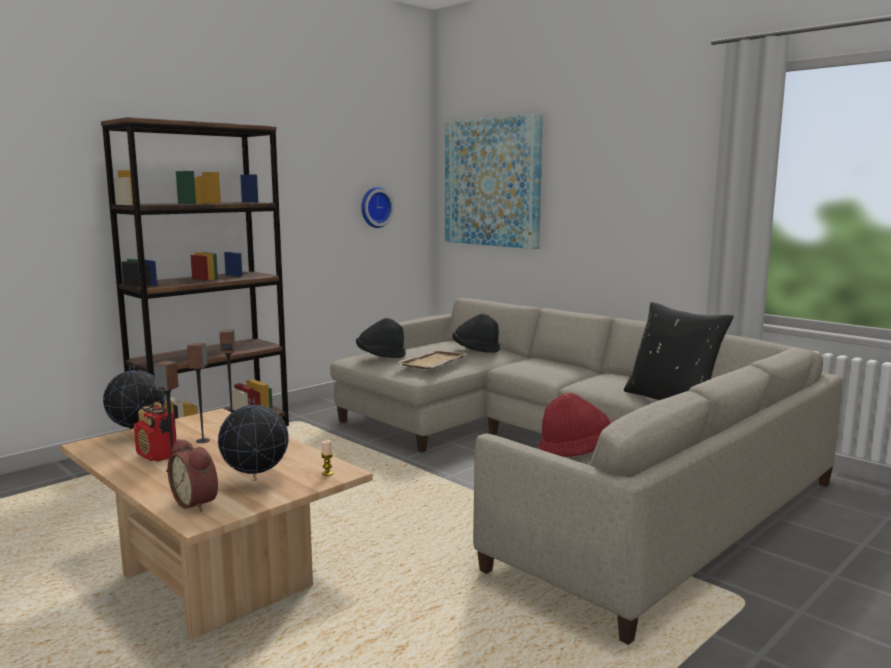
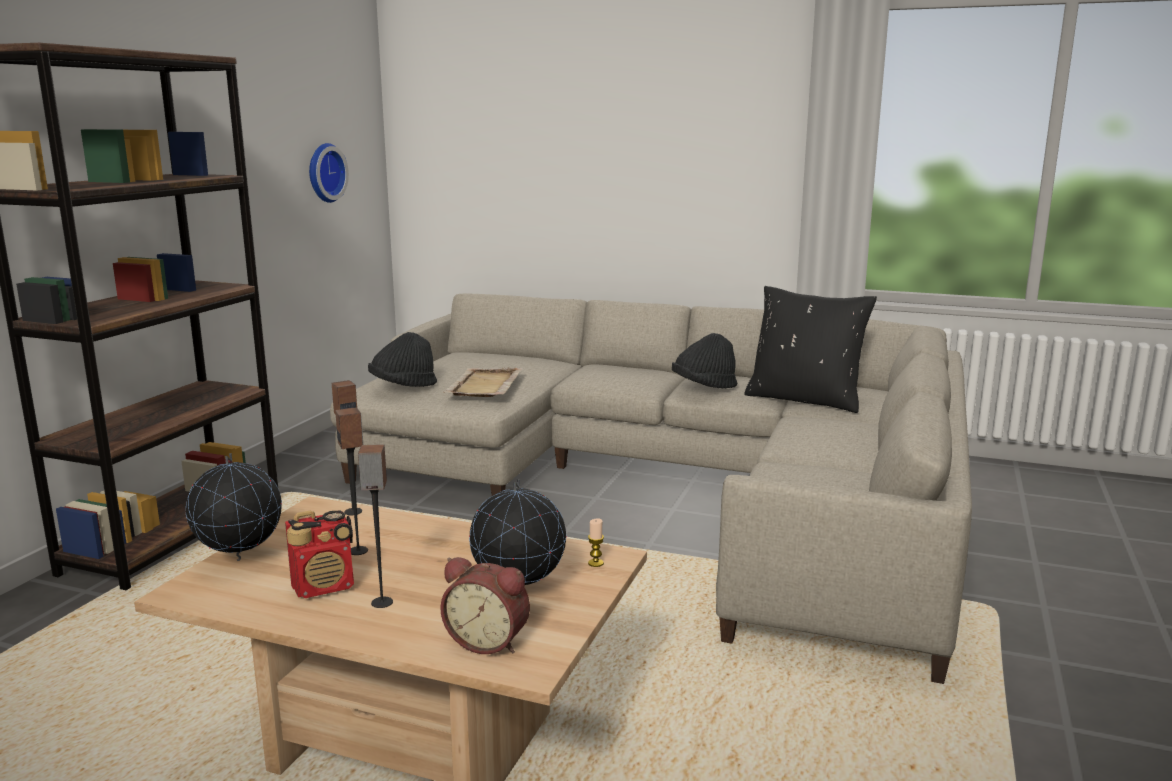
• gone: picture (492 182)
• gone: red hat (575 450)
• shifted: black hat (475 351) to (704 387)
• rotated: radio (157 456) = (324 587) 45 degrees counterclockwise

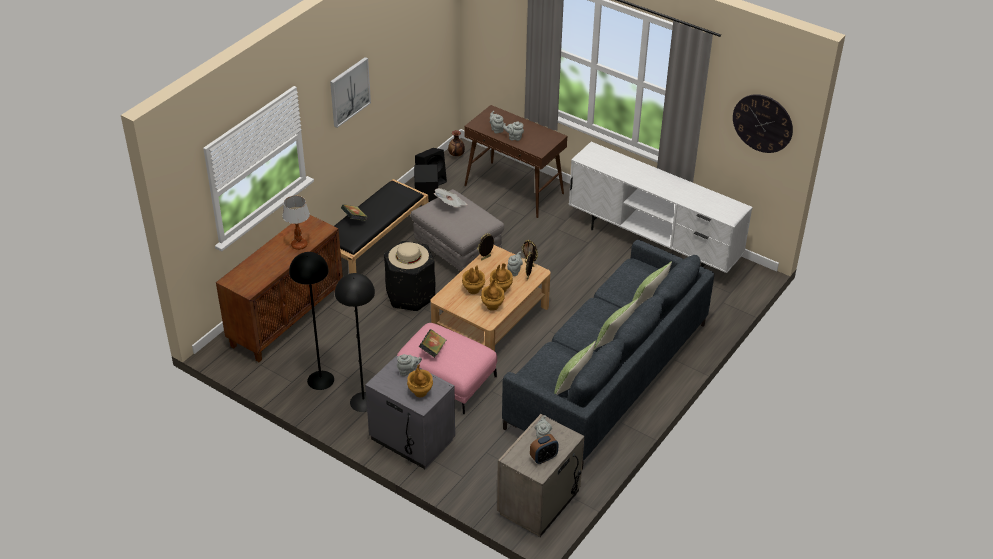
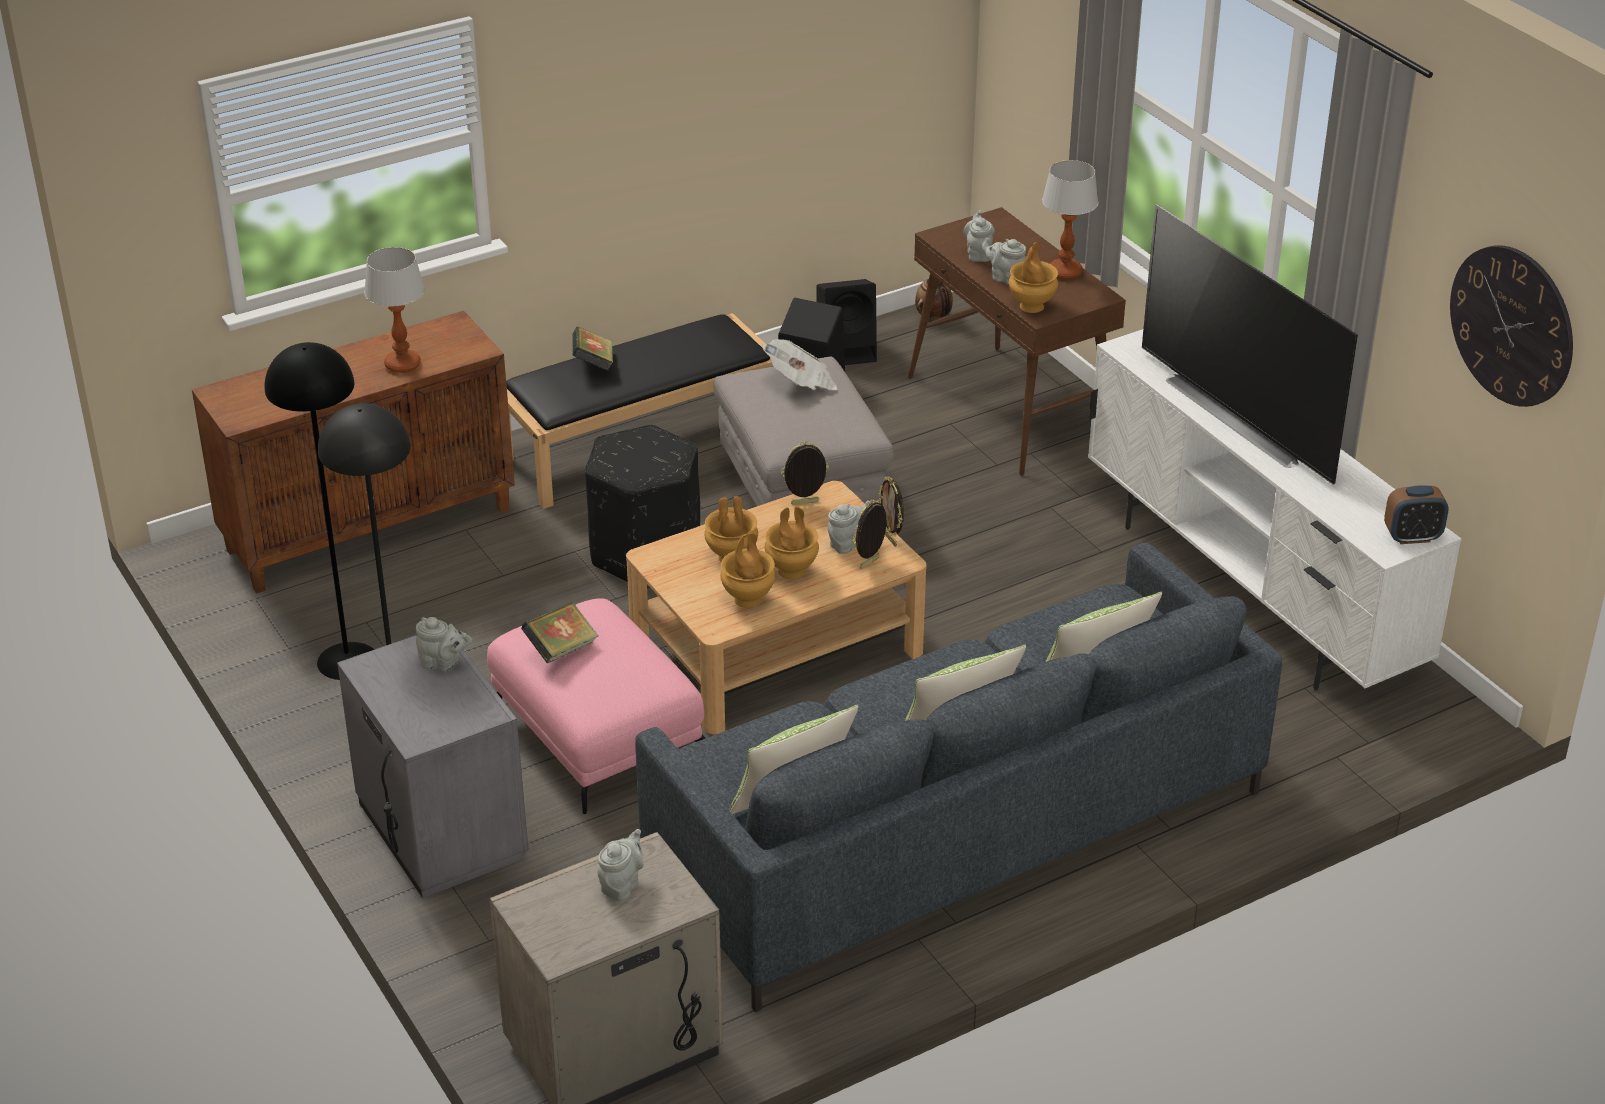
• gone: picture (349 91)
• gone: beige hat (408 256)
• new: table lamp (1064 272)
• new: television (1243 415)
• shifted: brown vase (420 392) to (1031 306)
• shifted: alarm clock (543 458) to (1412 537)

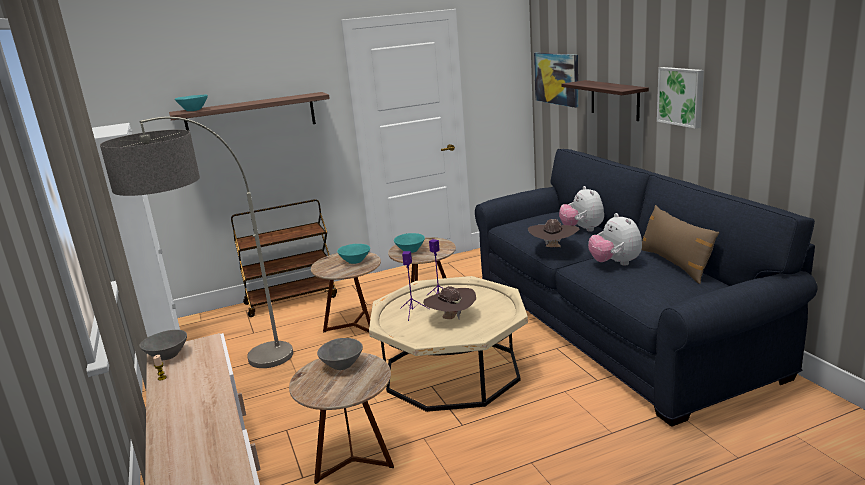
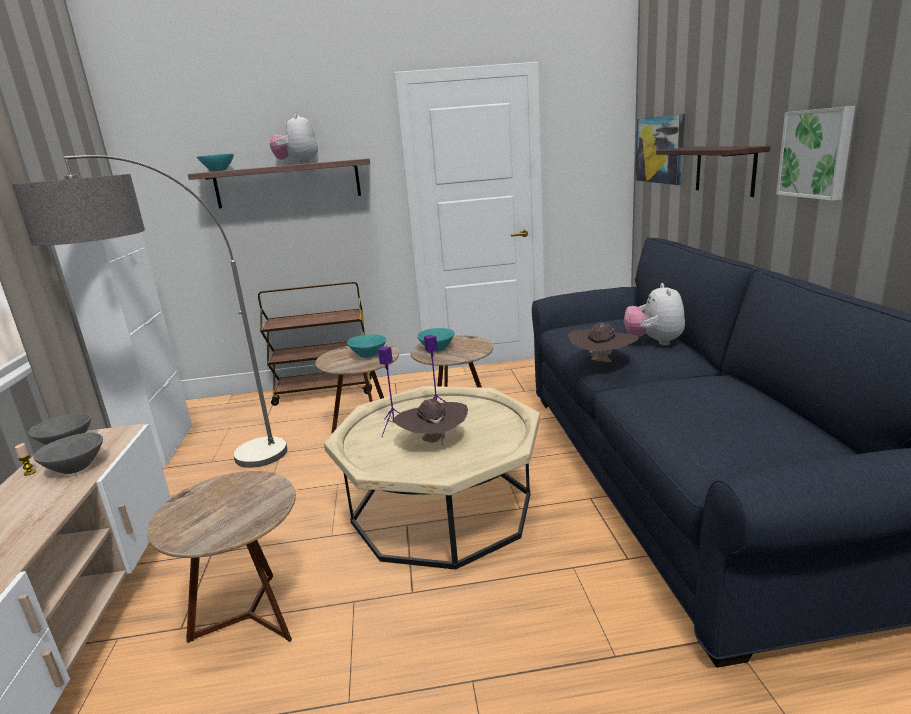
• gone: brown pillow (675 264)
• shifted: grey bowl (343 365) to (77 467)
• shifted: plush toy (615 263) to (298 164)

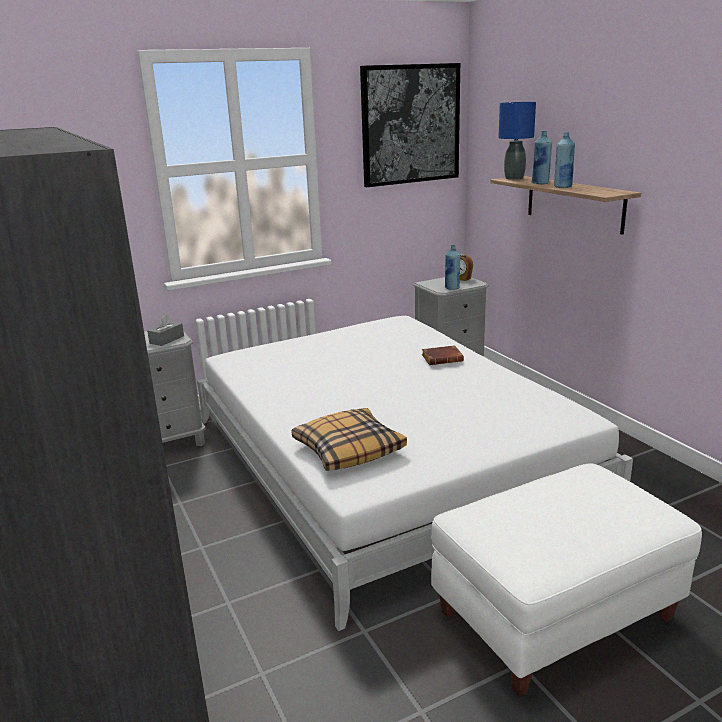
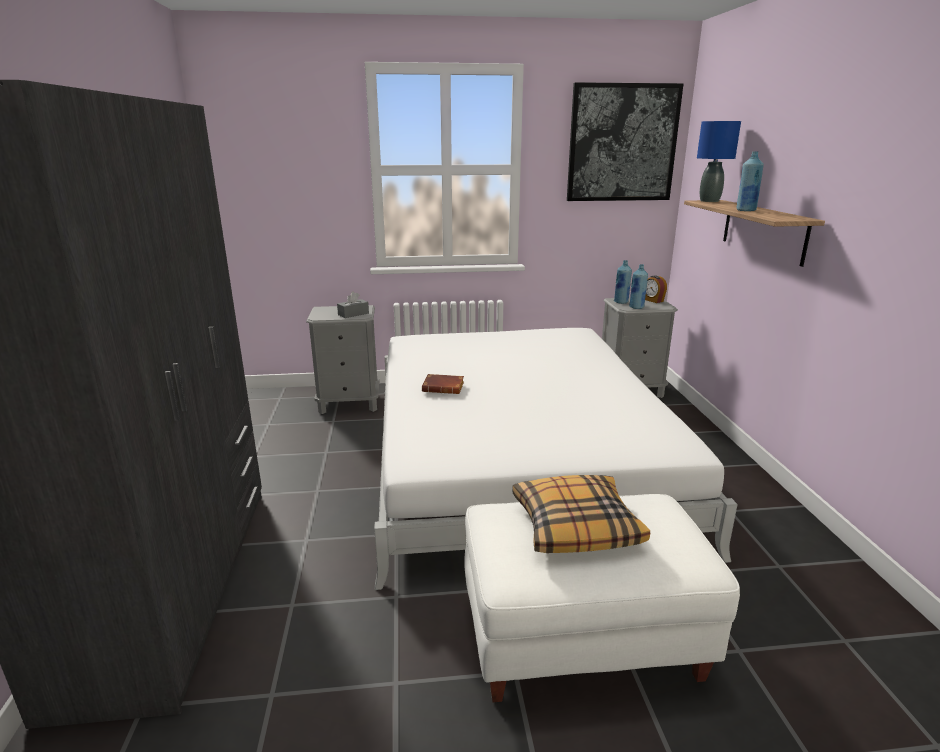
• shifted: pillow (348 449) to (575 525)
• shifted: brown book (443 358) to (444 388)
• shifted: blue bottle (540 183) to (621 302)

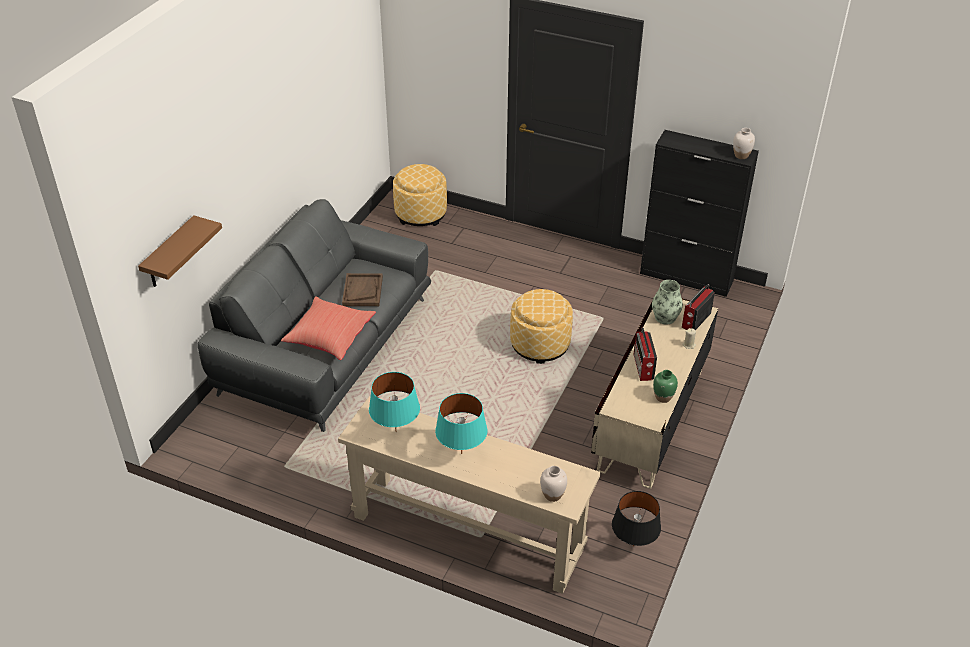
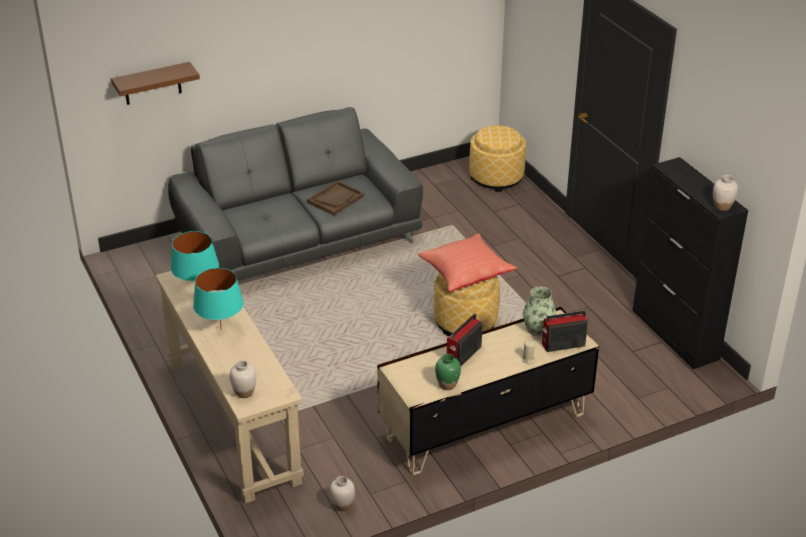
• shifted: red pillow (329 338) to (465 274)
• swapped: black table lamp (633 546) to white vase (342 505)

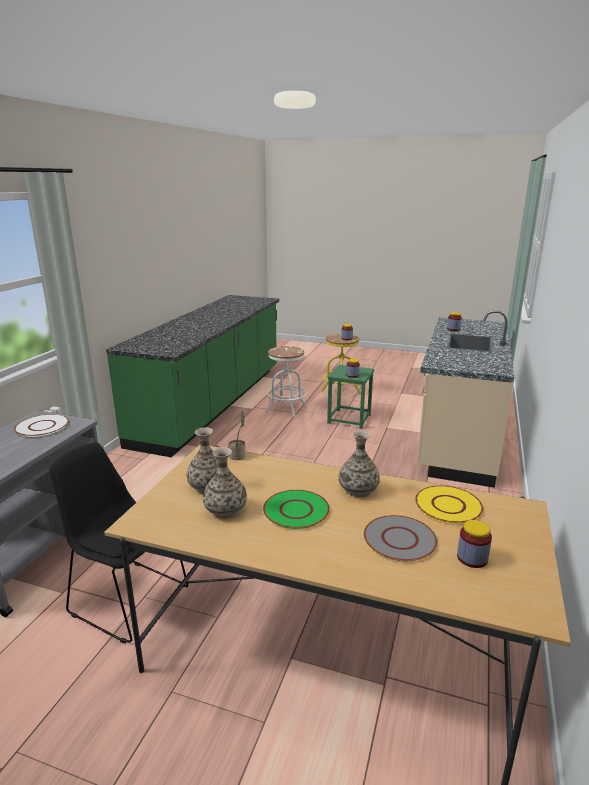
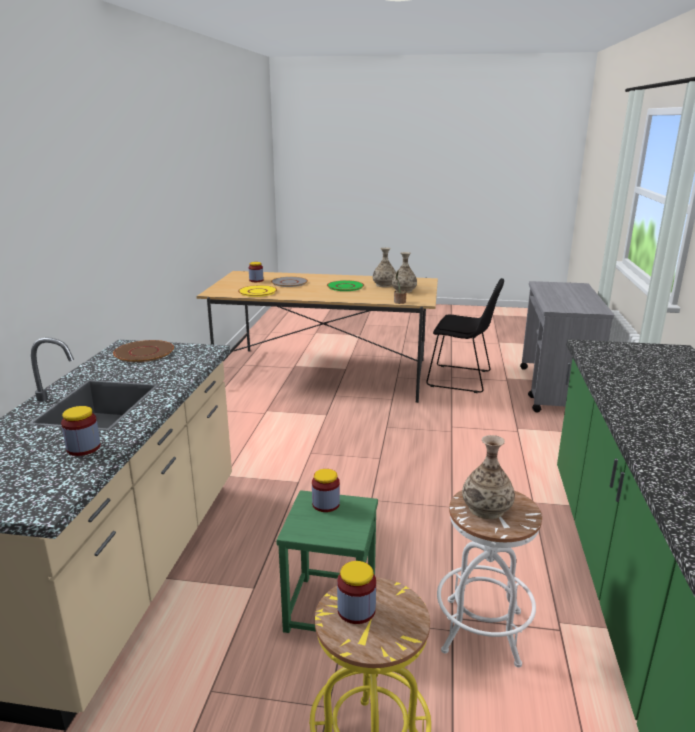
• gone: white plate (42 426)
• new: brown plate (144 352)
• shifted: vase (358 489) to (486 508)

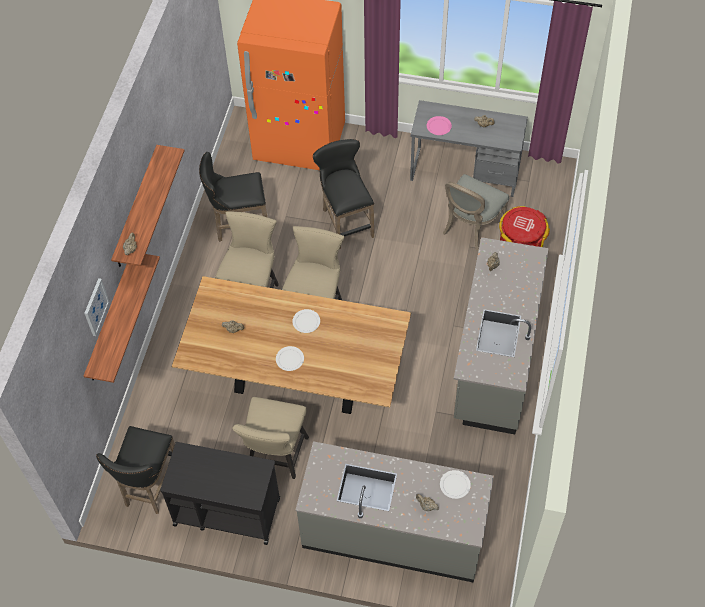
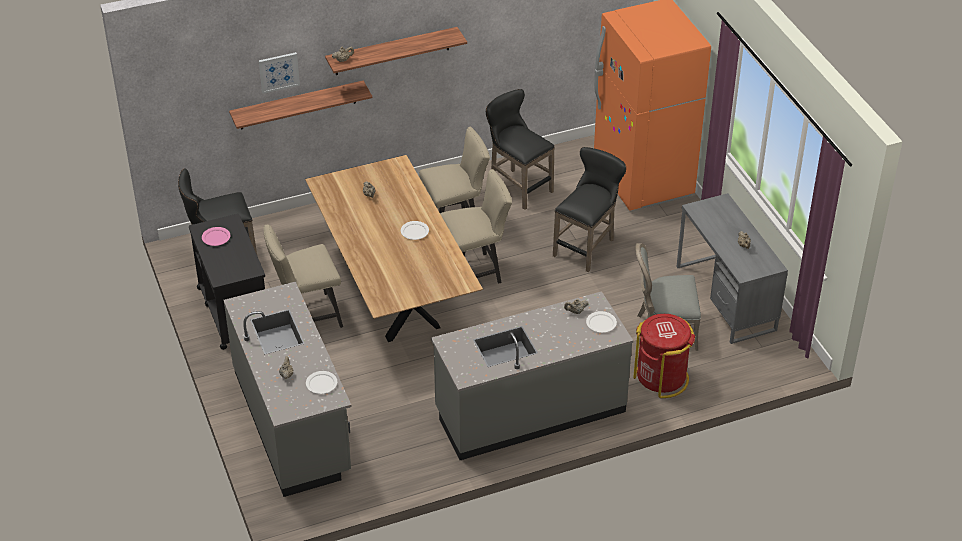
• shifted: white plate (289 359) to (601 323)
• shifted: pink plate (439 126) to (216 238)

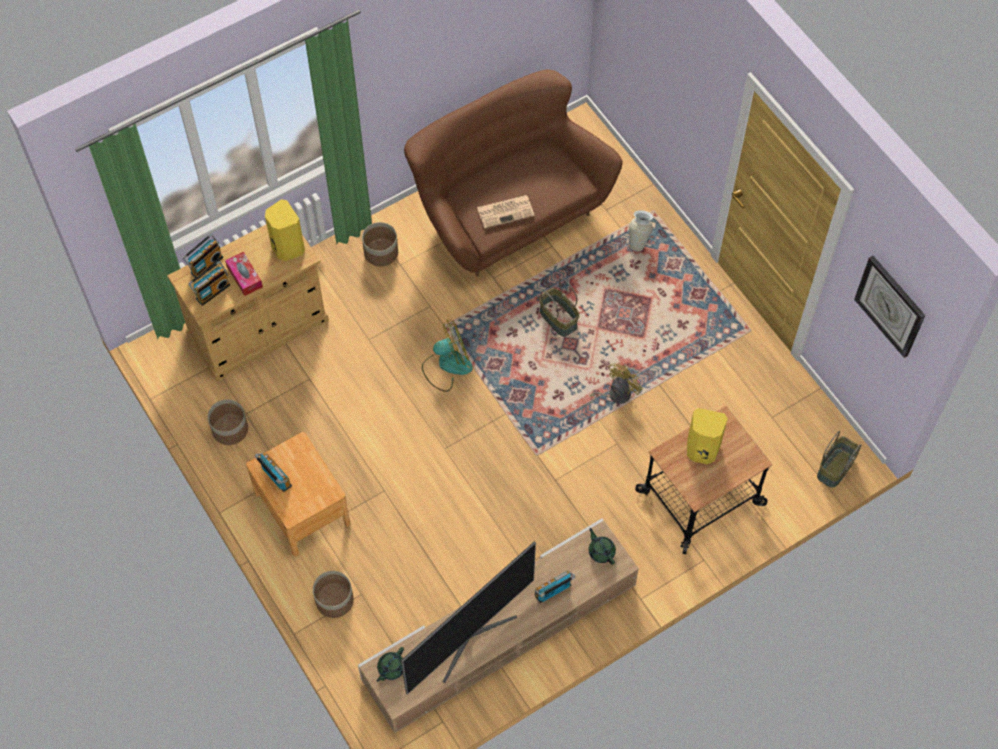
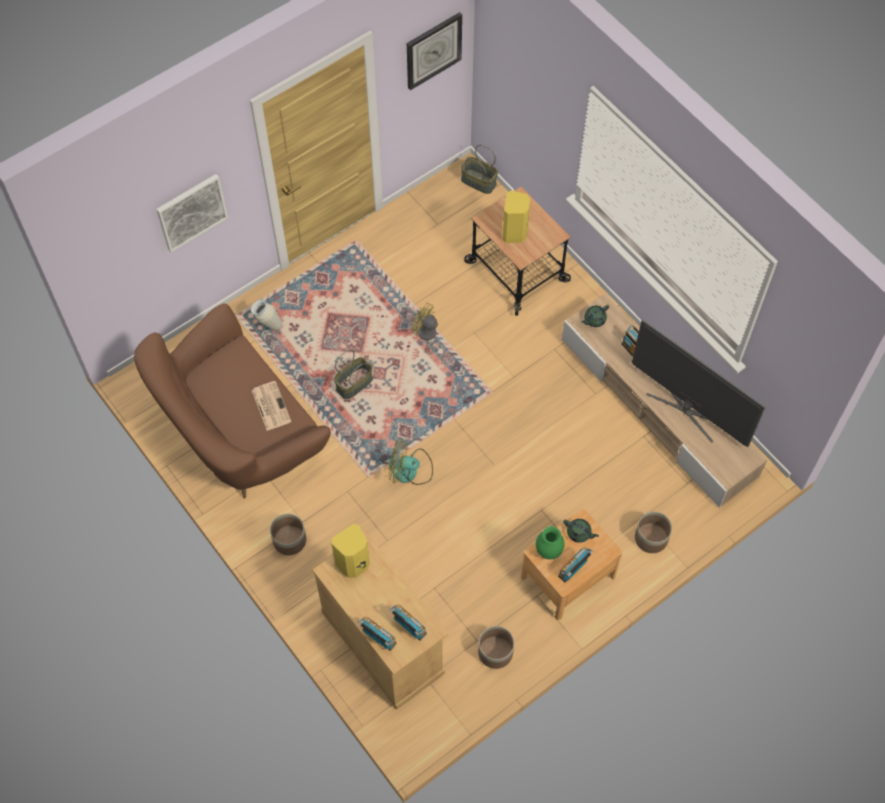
• gone: tissue box (244 277)
• new: picture (191 212)
• new: green vase (548 551)
• shifted: green teapot (391 668) to (579 533)
• rotated: fan (447 365) = (410 470) 60 degrees counterclockwise

